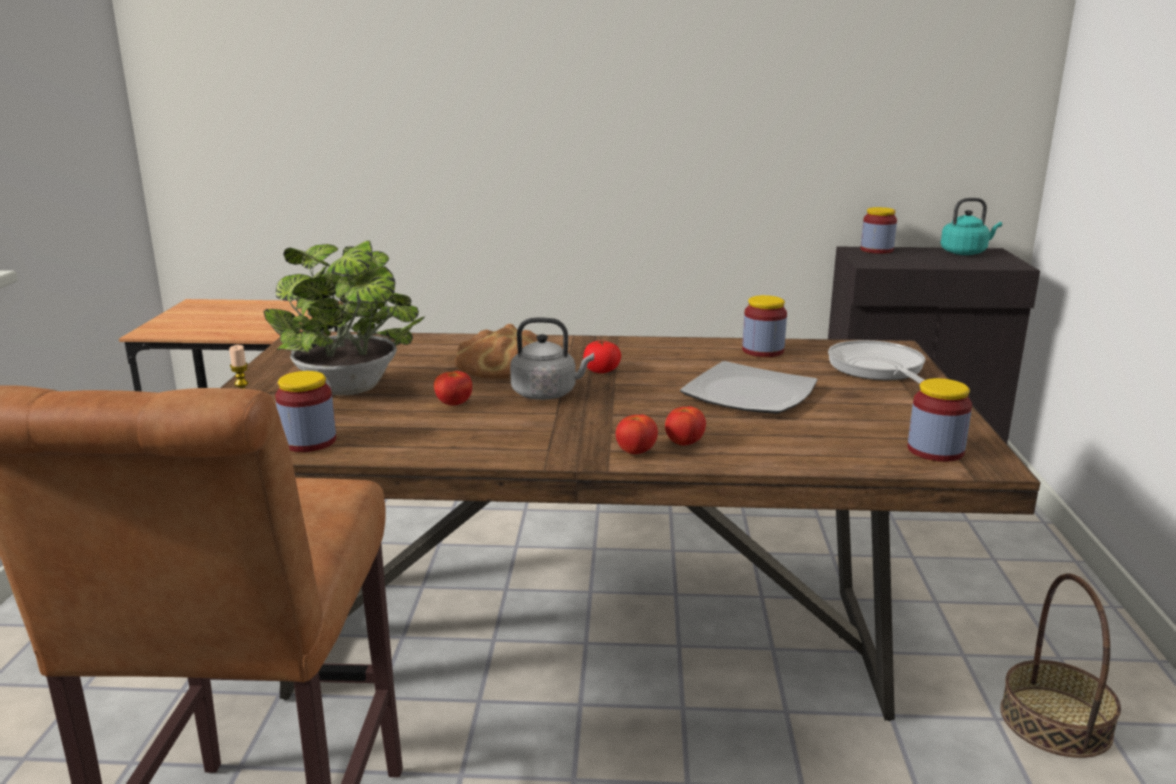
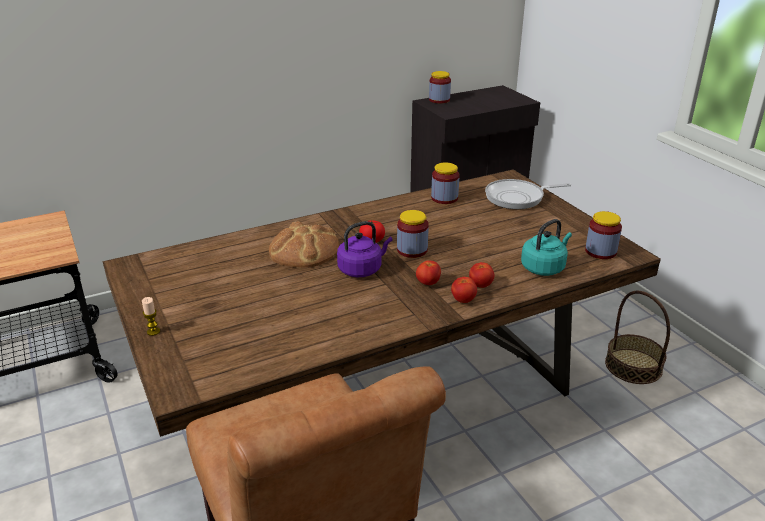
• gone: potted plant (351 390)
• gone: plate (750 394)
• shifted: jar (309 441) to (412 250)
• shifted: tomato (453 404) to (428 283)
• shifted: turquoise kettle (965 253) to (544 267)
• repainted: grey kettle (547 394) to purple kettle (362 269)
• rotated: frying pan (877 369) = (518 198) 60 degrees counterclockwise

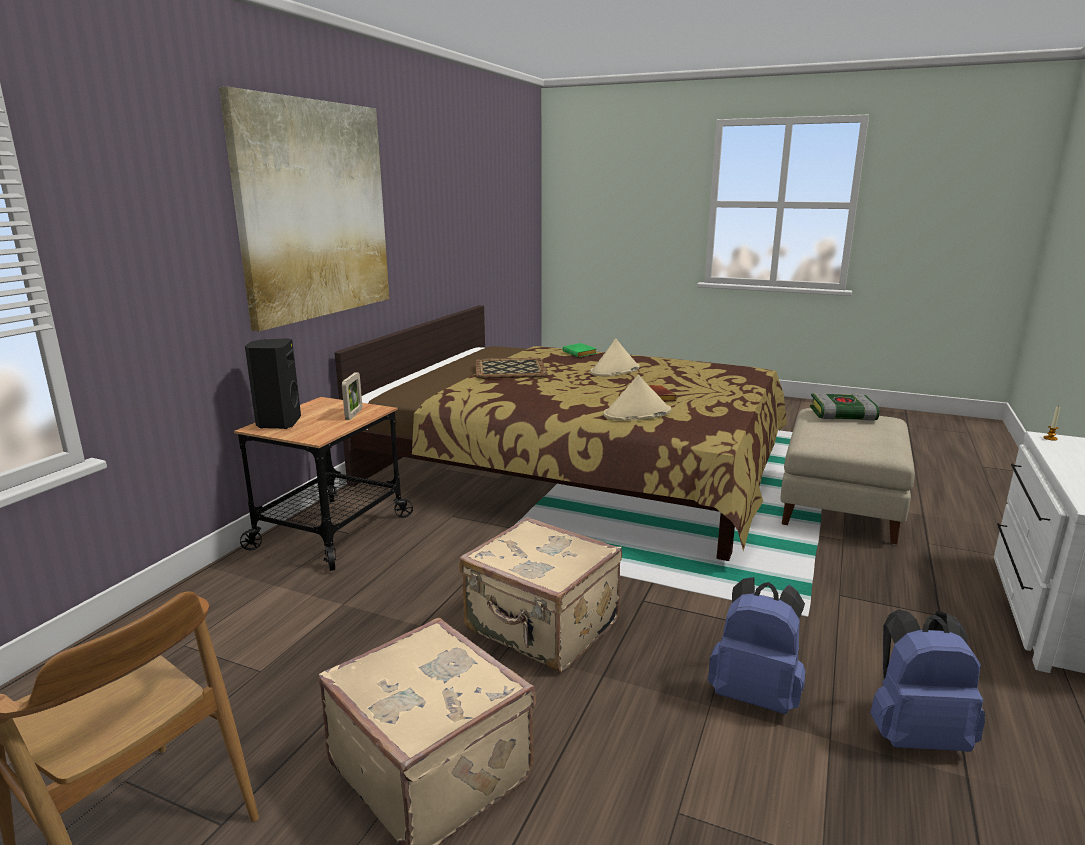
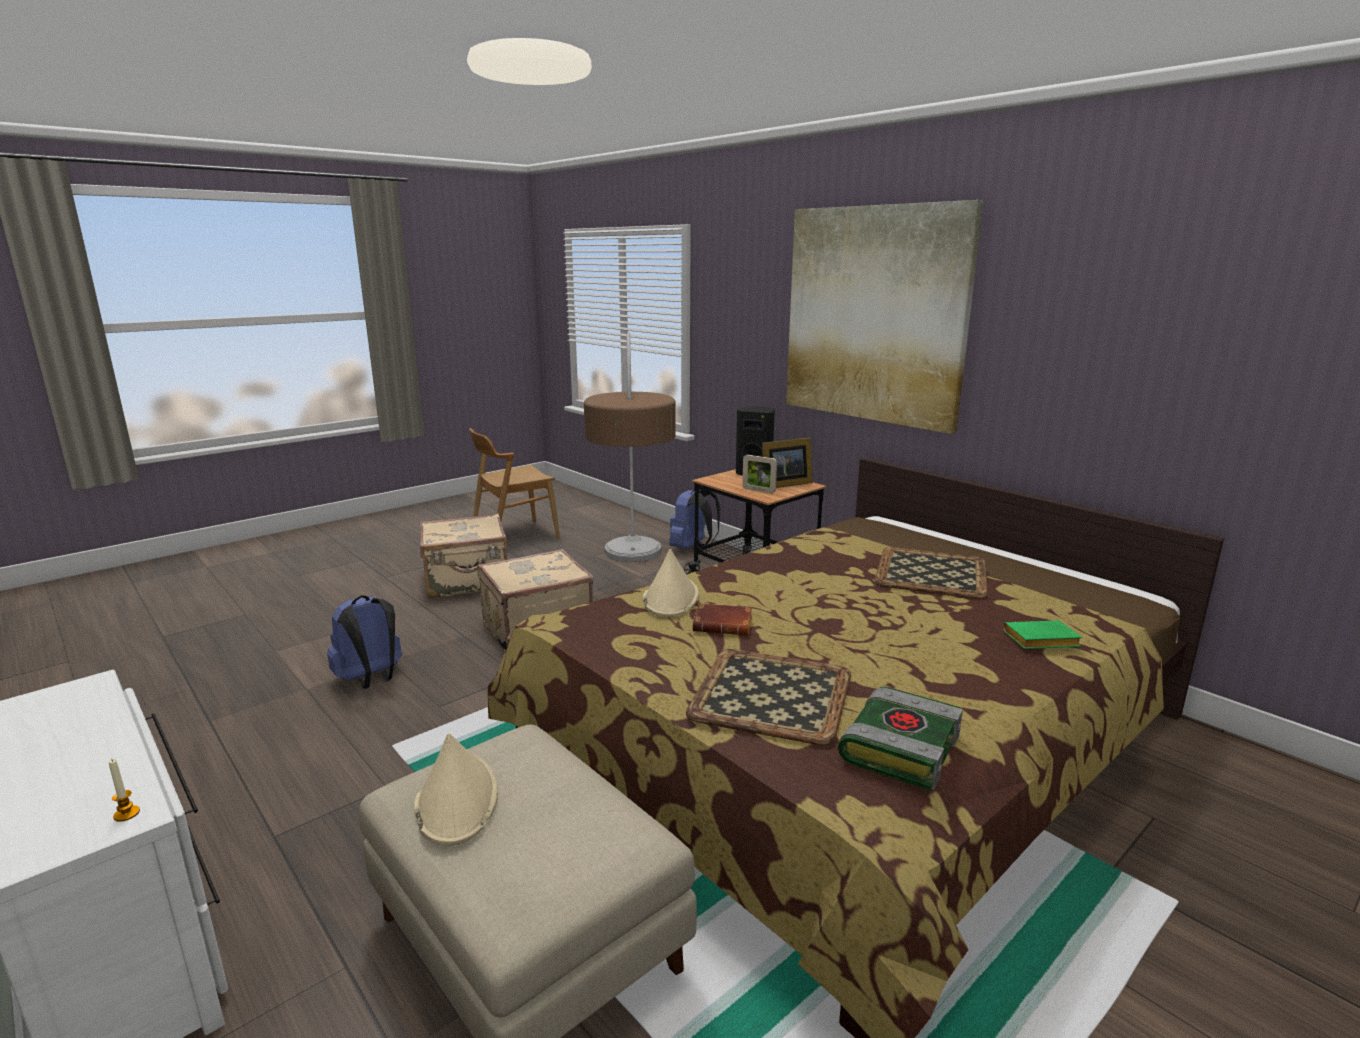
• new: floor lamp (633 582)
• new: tray (770 694)
• new: picture frame (783 484)
• shifted: beige hat (615 370) to (456 800)
• shifted: book (841 415) to (899 746)
• shifted: blue backpack (914 734) to (692 549)

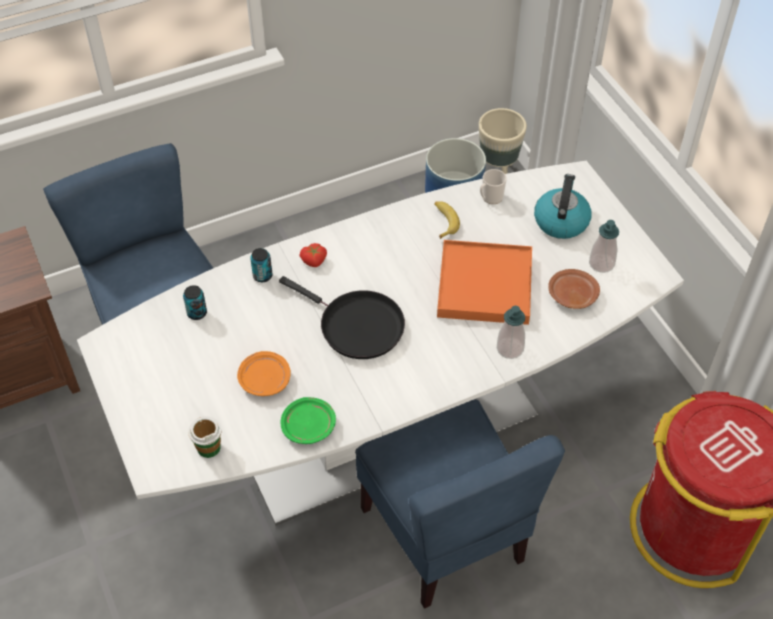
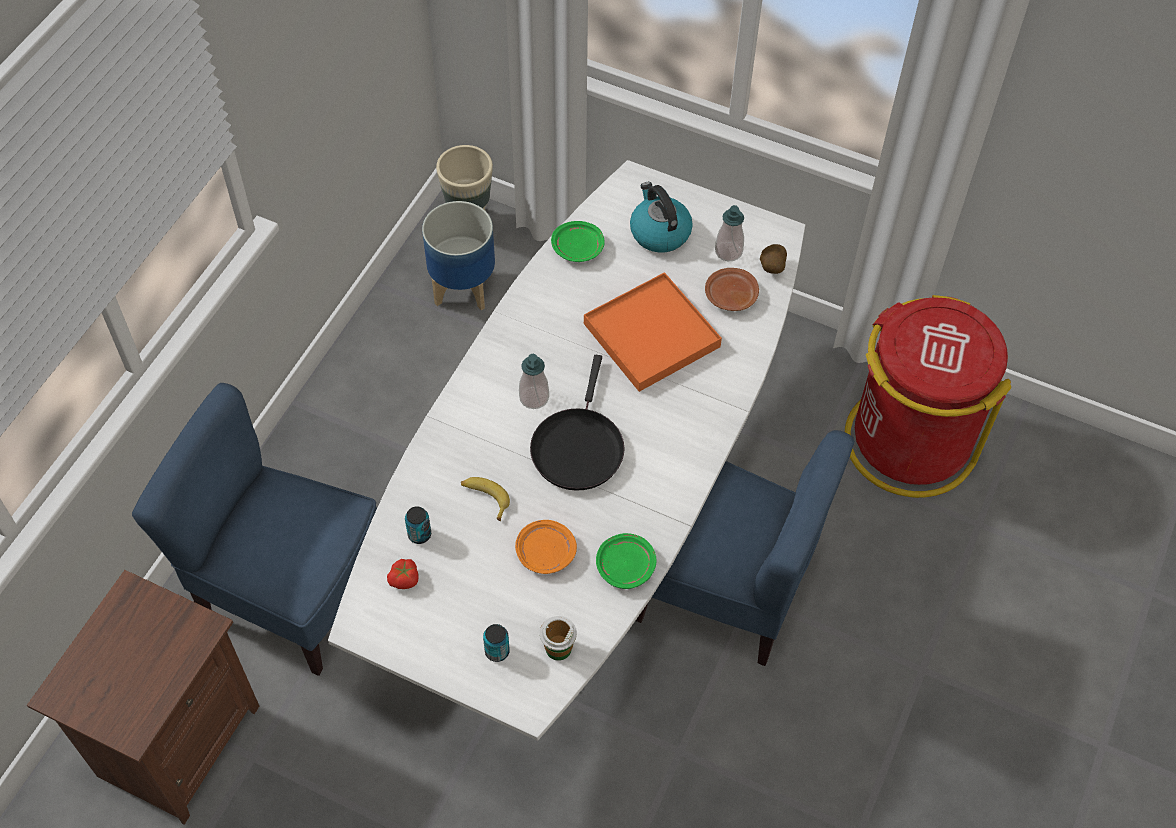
• new: potato (771 268)
• shifted: can (262 276) to (497 651)
• shifted: tomato (314 261) to (405 579)
• shifted: banana (444 221) to (485 498)
• shifted: soap dispenser (510 348) to (534 397)
• swapped: mug (490 198) to green plate (578 248)
• rotated: black frying pan (356 326) = (578 447) 105 degrees clockwise

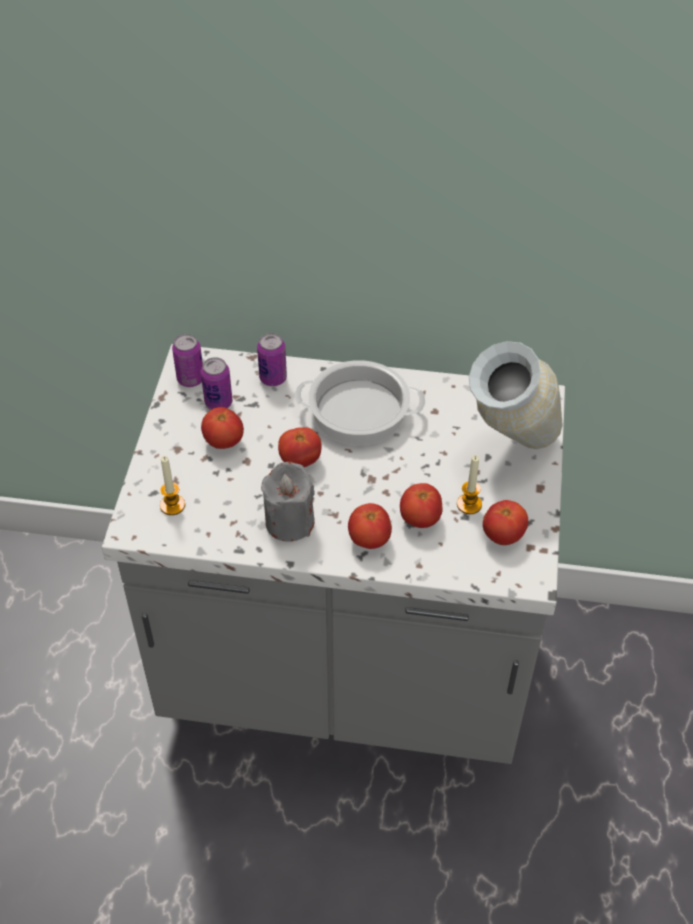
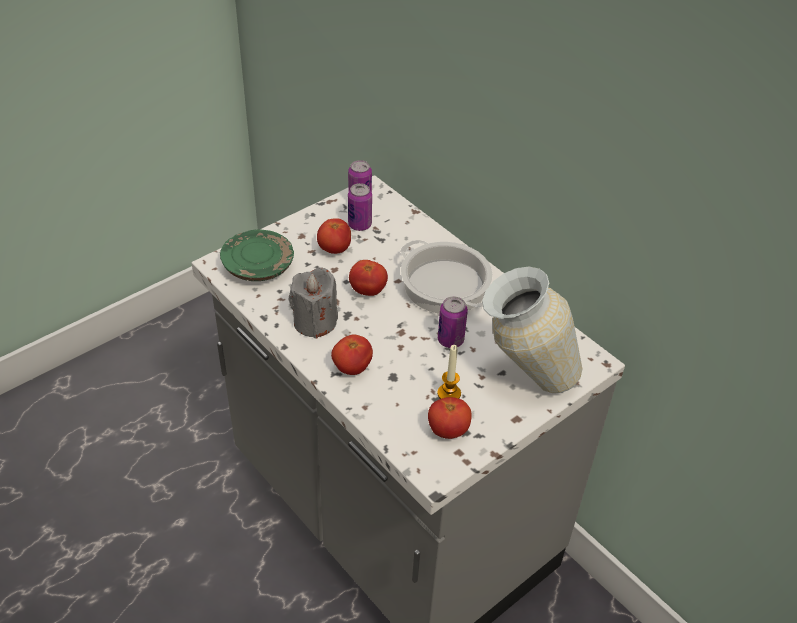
• gone: tomato (420 519)
• shifted: can (273 378) to (450 340)
• swapped: candle (172 505) to green plate (258 265)

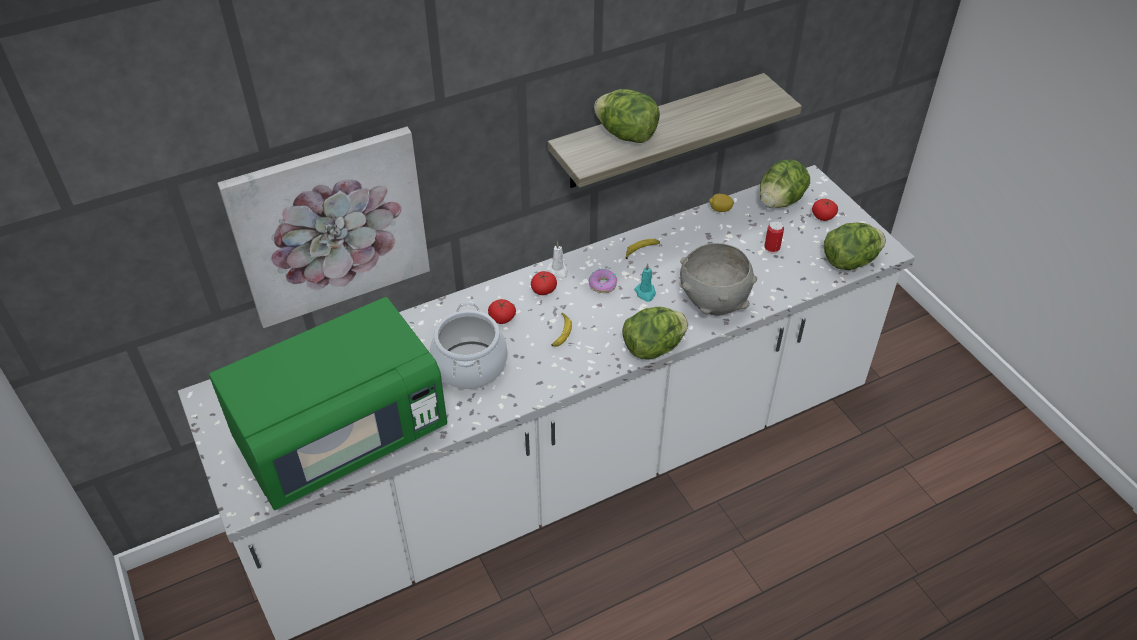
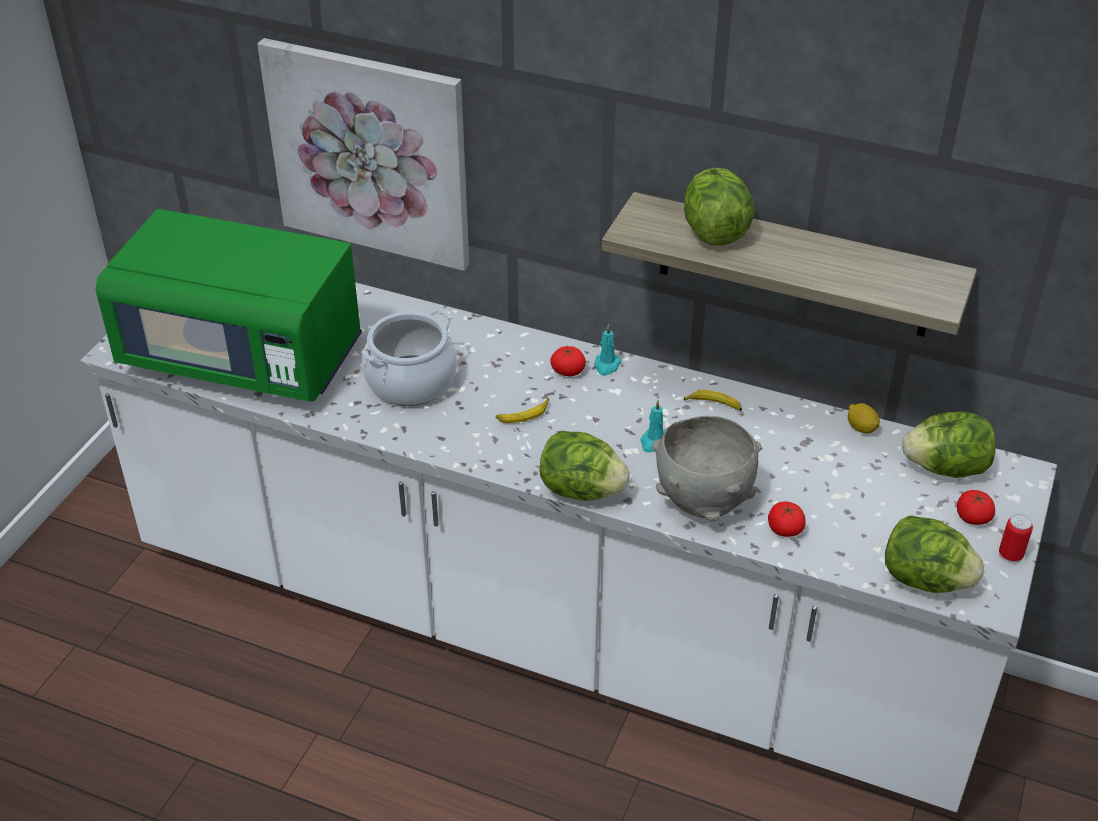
• gone: donut (603 284)
• shifted: tomato (502 318) to (785 529)
• shifted: can (772 248) to (1010 555)
• repainted: white candle (558 271) to turquoise candle (606 365)

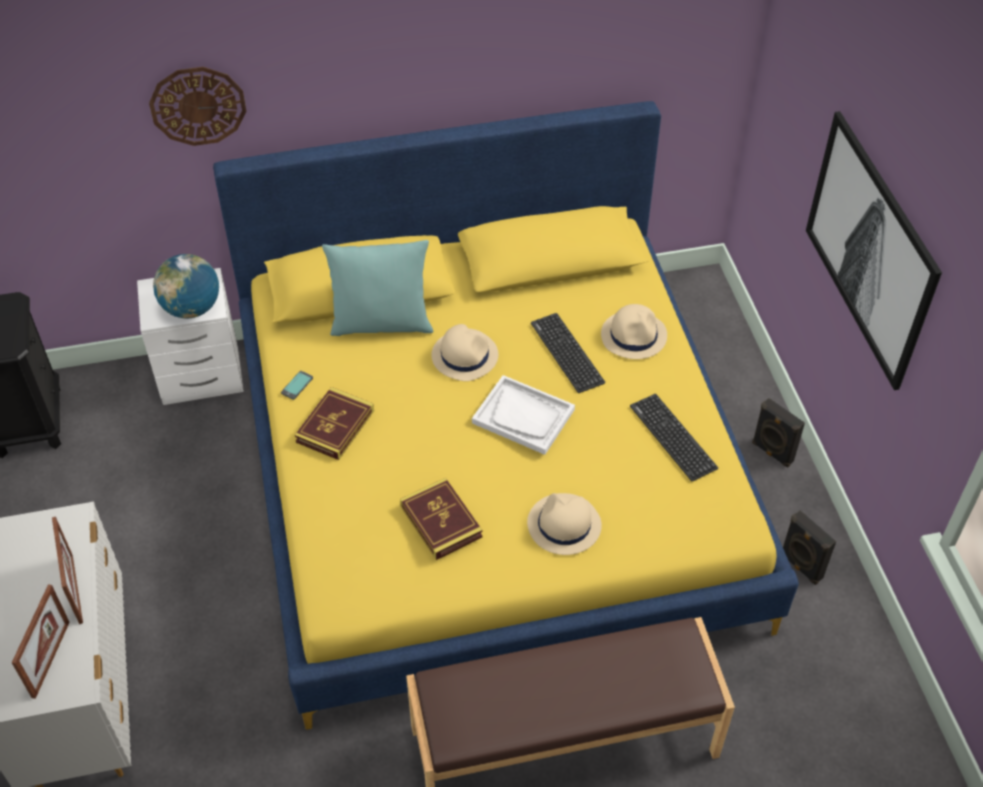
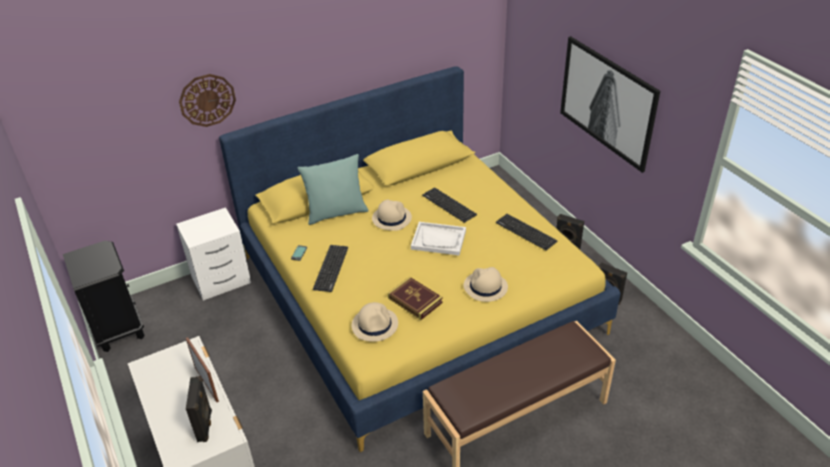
• gone: globe (192 308)
• shifted: beige hat (634 335) to (375 324)
• swapped: picture frame (51 659) to black speaker (205 425)
• swapped: book (335 426) to keyboard (331 268)

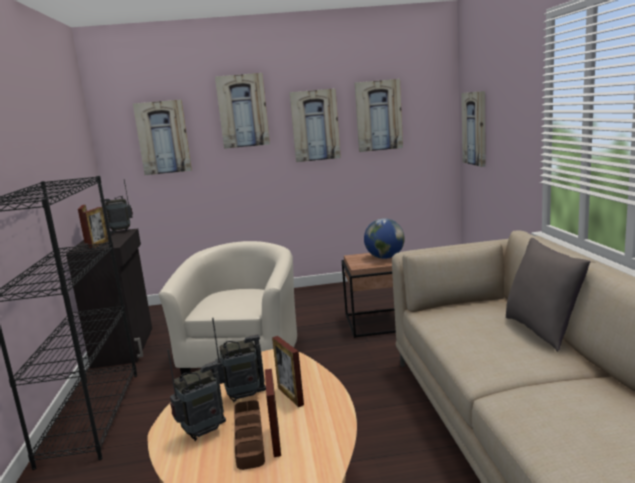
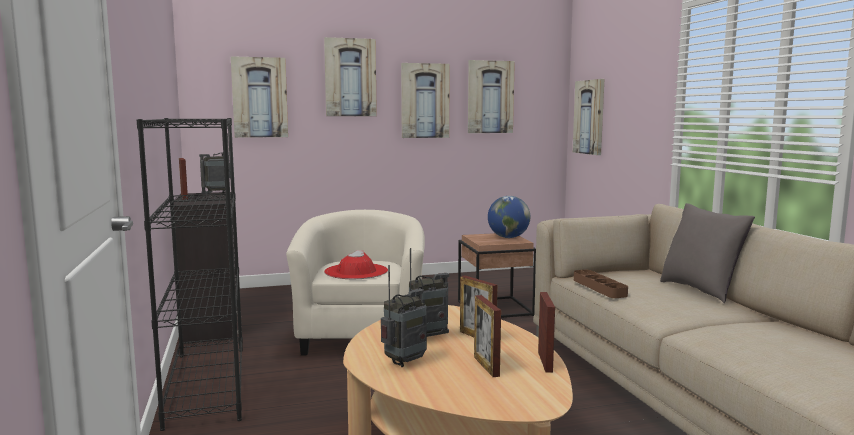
• new: red hat (356 271)
• shifted: picture frame (99 244) to (545 362)
• shifted: brown tray (249 437) to (599 287)

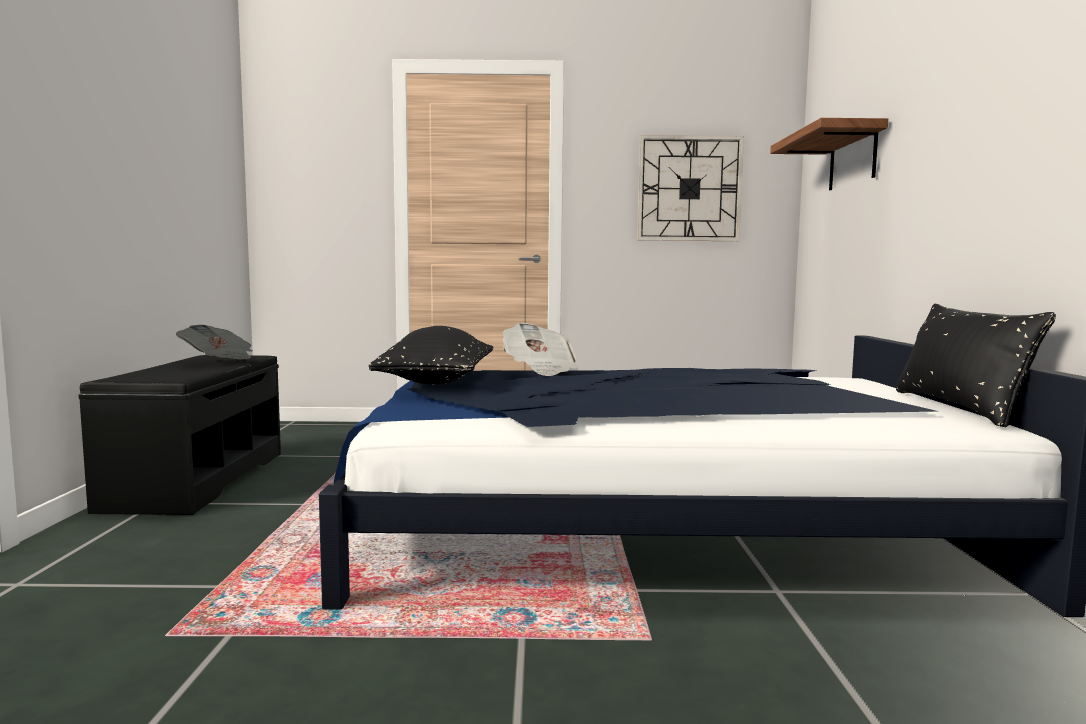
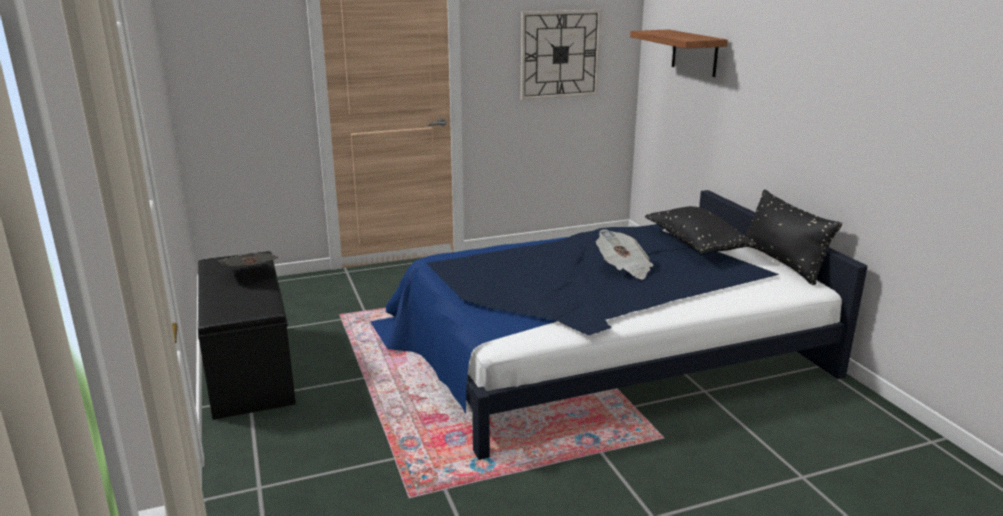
• shifted: black pillow (438 382) to (696 244)
• shifted: newspaper (539 370) to (624 269)

